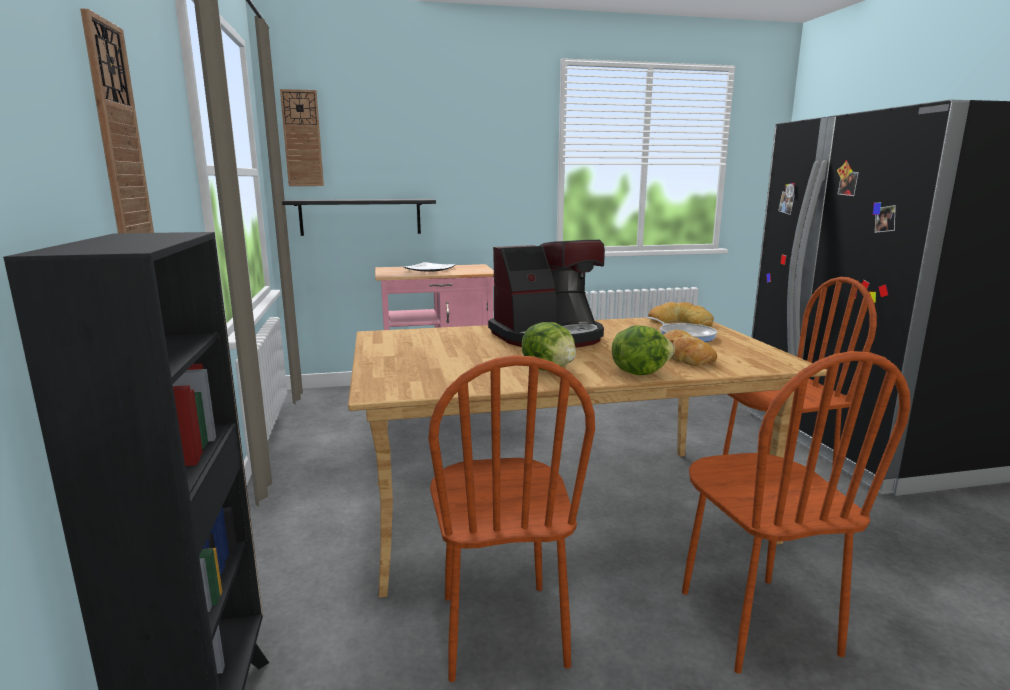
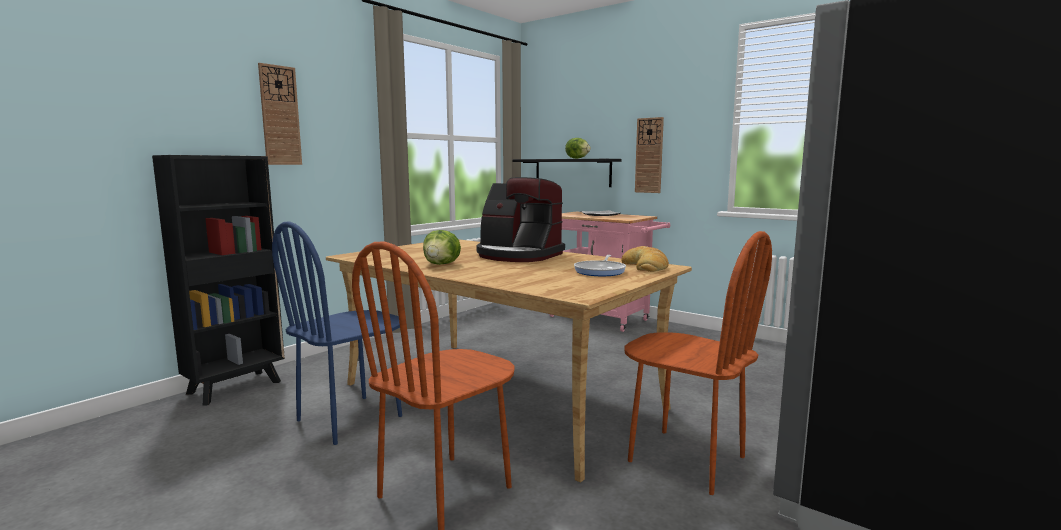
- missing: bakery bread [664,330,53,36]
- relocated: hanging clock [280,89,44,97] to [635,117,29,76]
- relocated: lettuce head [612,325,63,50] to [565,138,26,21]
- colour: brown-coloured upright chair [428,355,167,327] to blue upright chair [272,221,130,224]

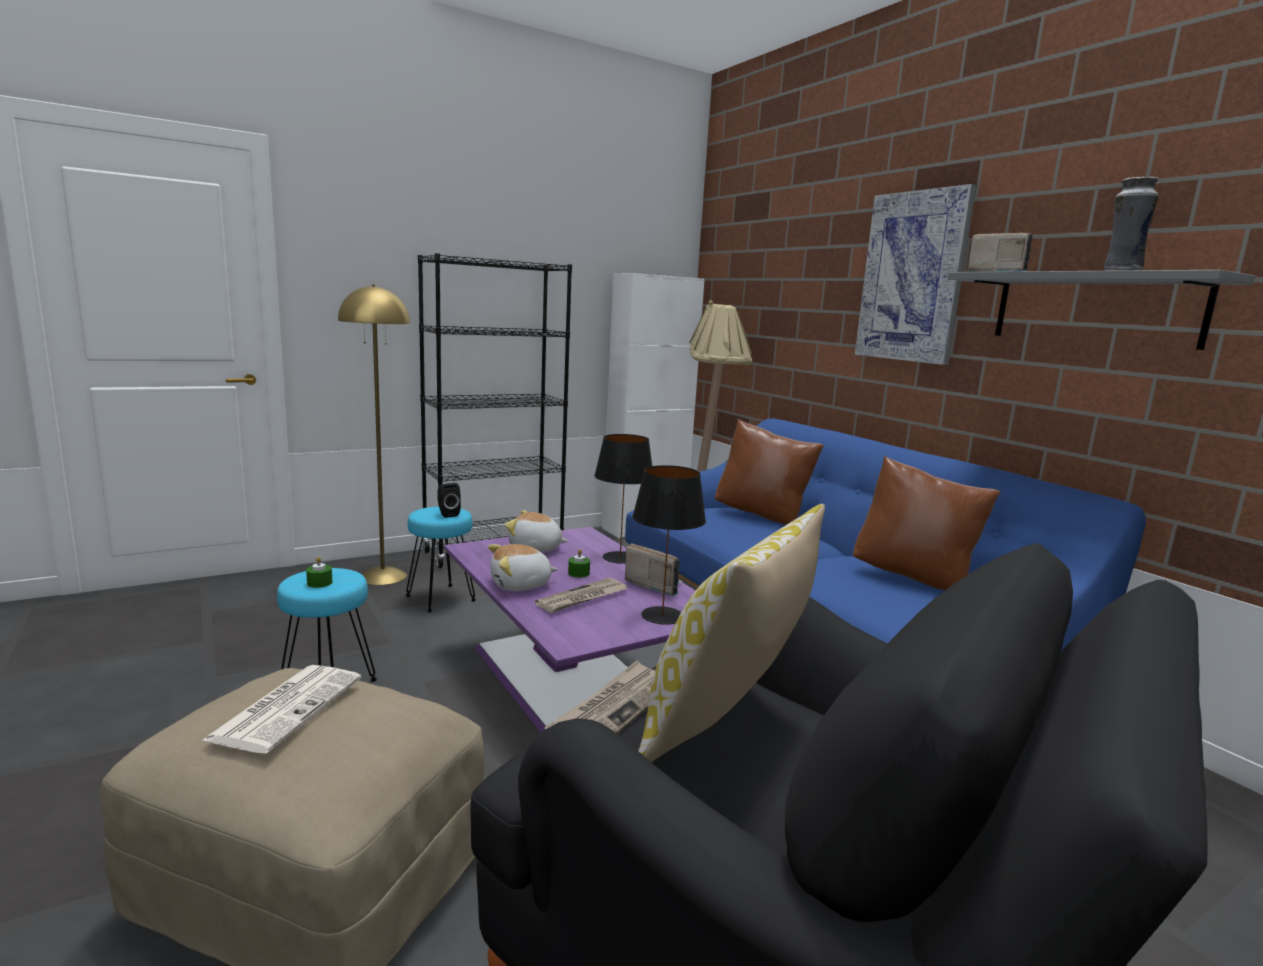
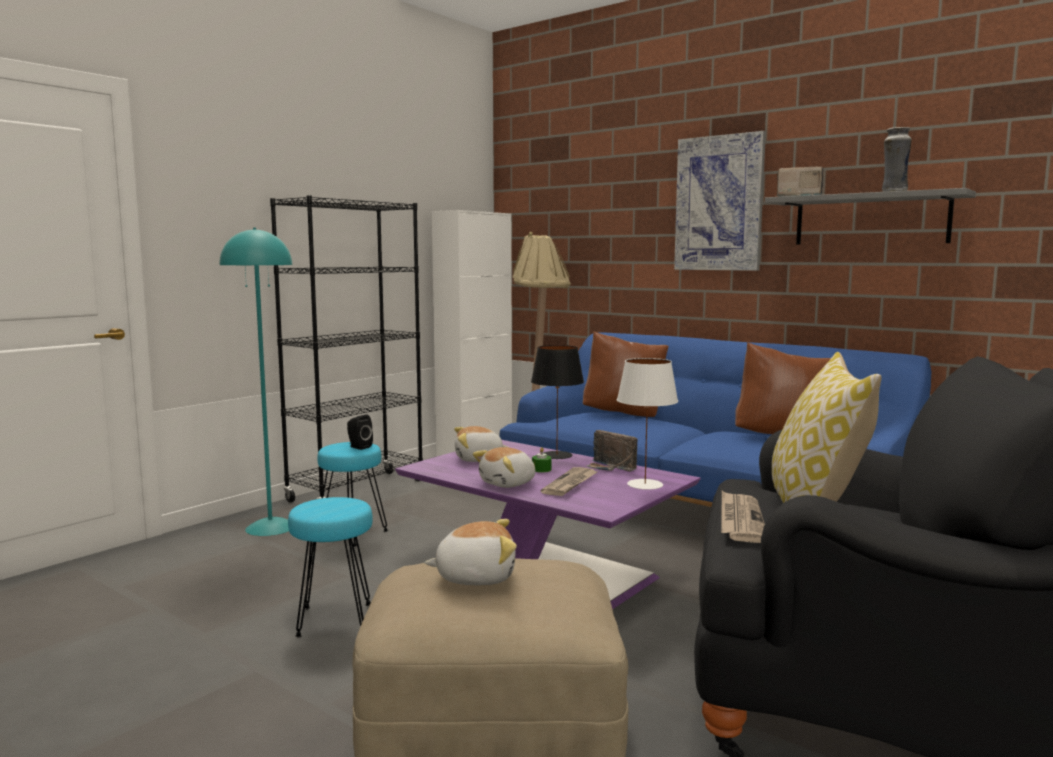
- missing: green-coloured wax candle [306,557,27,31]
- exchanged: daily paper [202,665,159,89] to cuddly toy [424,519,93,67]
- colour: yellowish standard lamp [338,285,72,300] to turquoise-coloured standard lamp [220,228,72,308]
- colour: black-coloured tabletop lamp [632,465,74,160] to white tabletop lamp [617,358,61,132]
- spun: radio receiver [625,543,57,53] = [586,430,52,42] 150 degrees counterclockwise

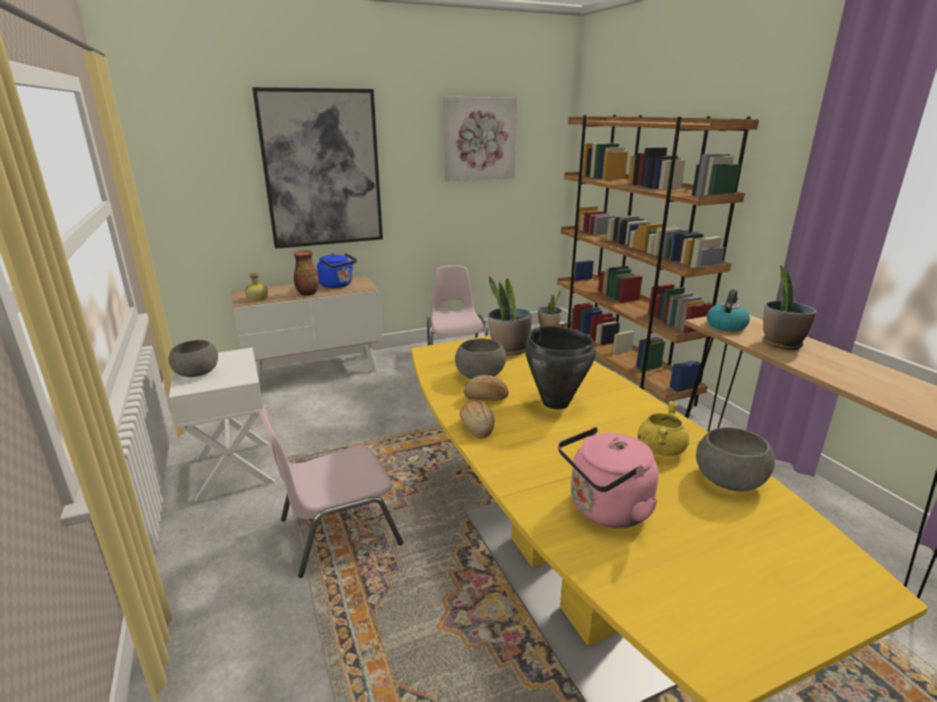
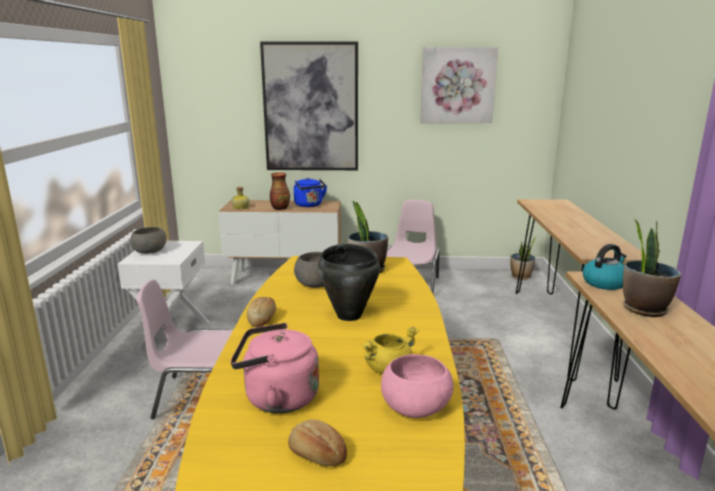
- relocated: bakery bread [464,375,45,26] to [288,419,59,47]
- exchanged: brown-coloured bookshelf [555,115,204,291] to brown-coloured hall table [516,199,130,183]
- colour: grey bowl [696,427,79,64] to pink bowl [381,354,73,64]

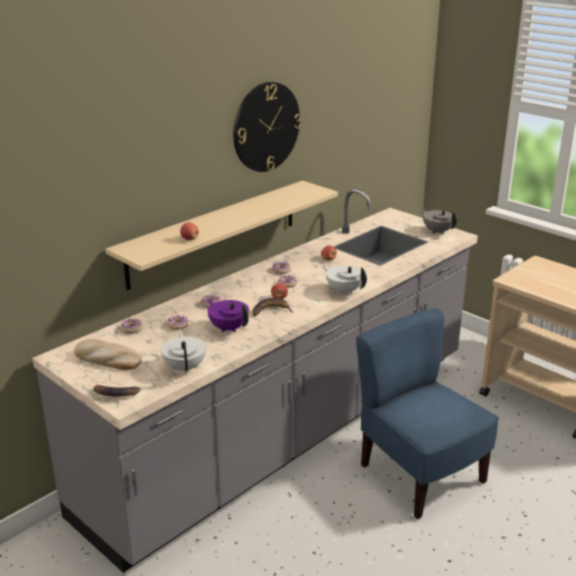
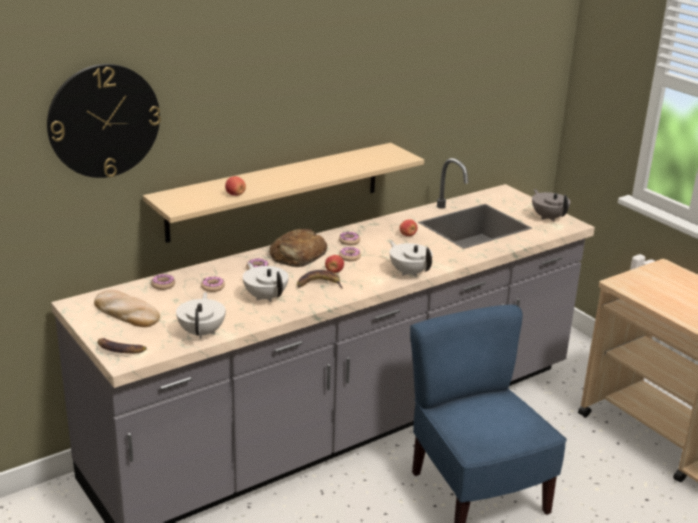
- appeared: bakery bread [269,229,58,38]
- relocated: hanging clock [233,82,69,90] to [47,64,114,114]
- colour: purple pot for tea [207,299,42,33] to white pot for tea [243,262,46,40]

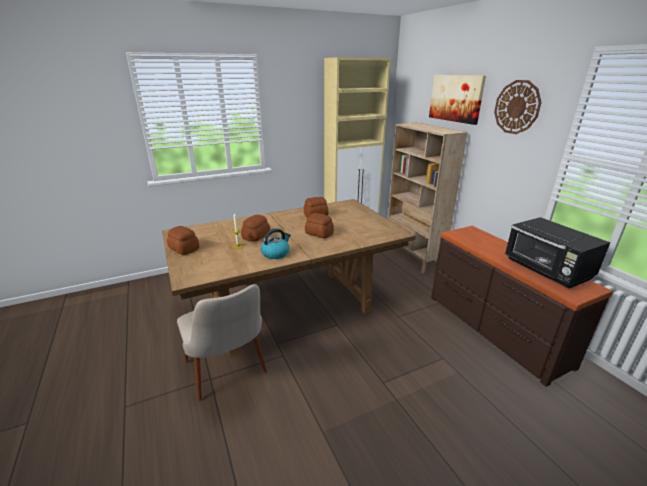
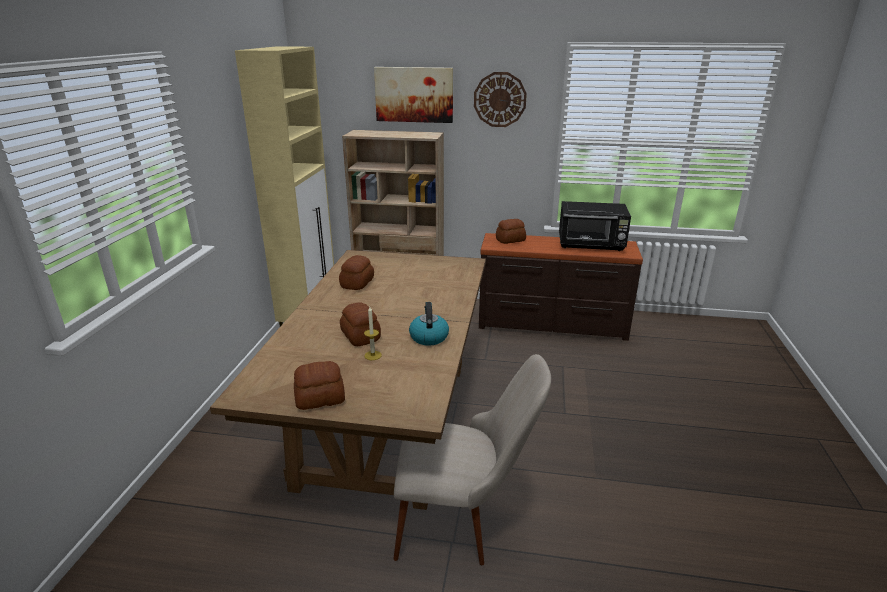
- relocated: bakery bread [305,213,29,25] to [496,219,30,25]

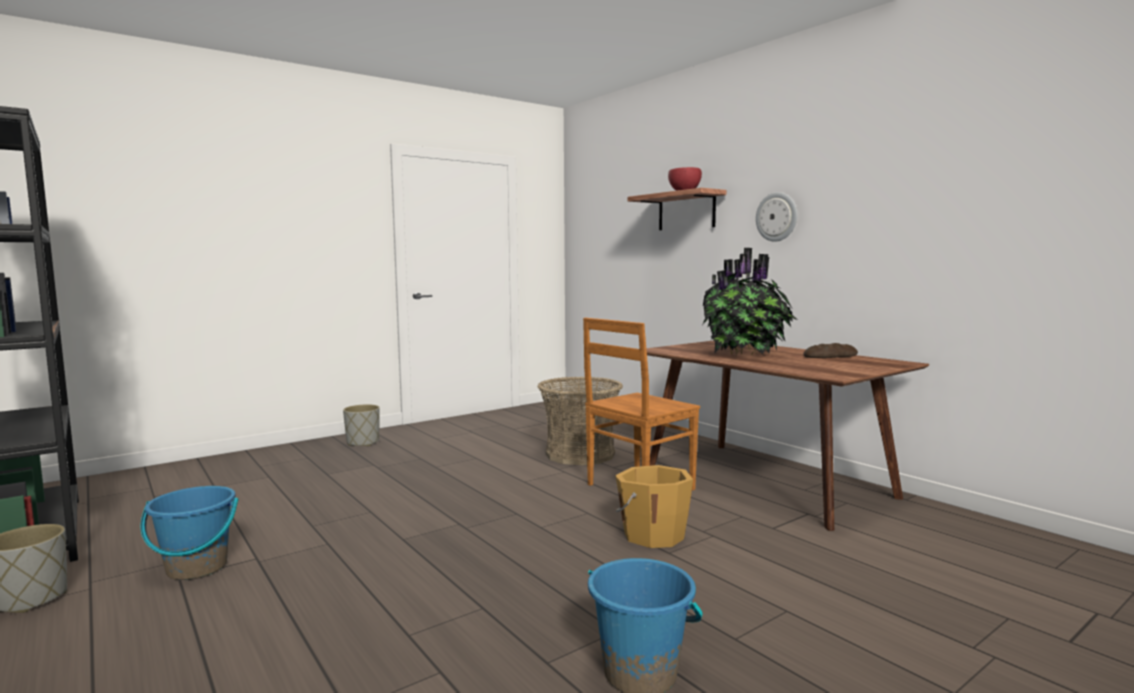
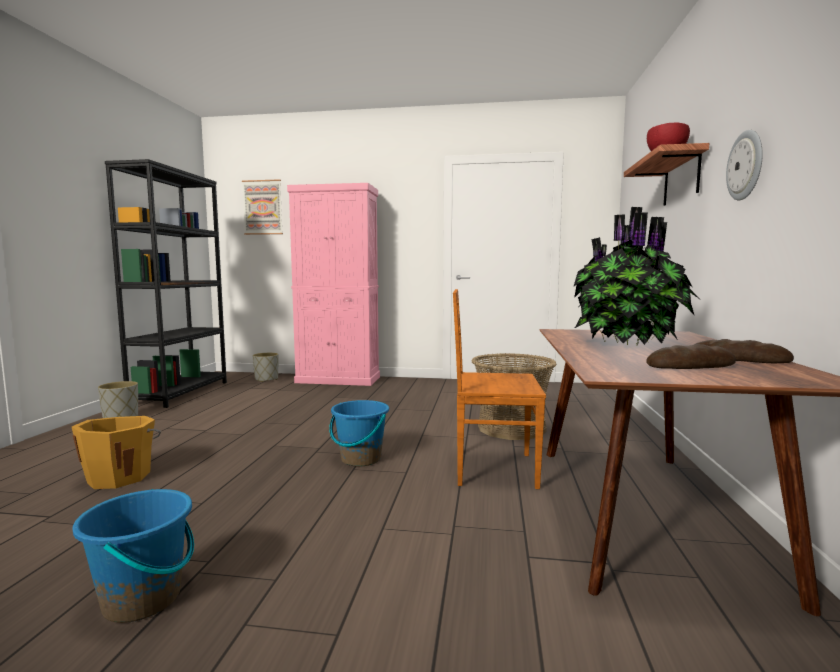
- appeared: wall art [242,179,41,56]
- appeared: pink cupboard [287,183,93,203]
- appeared: bakery bread [646,344,90,25]
- relocated: blue bucket [140,486,98,94] to [329,400,60,67]
- relocated: grey plant pot [343,404,37,42] to [253,353,26,29]
- relocated: orangey bucket [615,465,78,83] to [72,416,89,73]

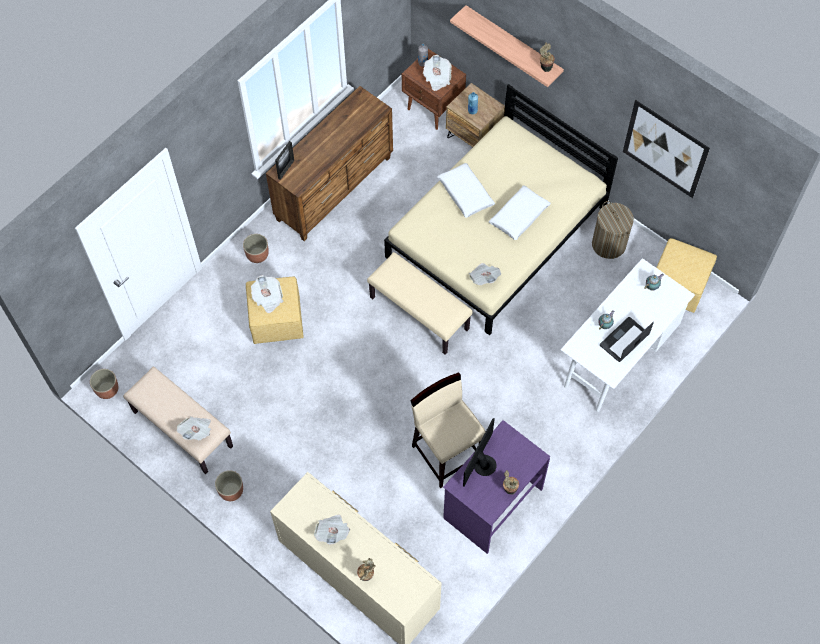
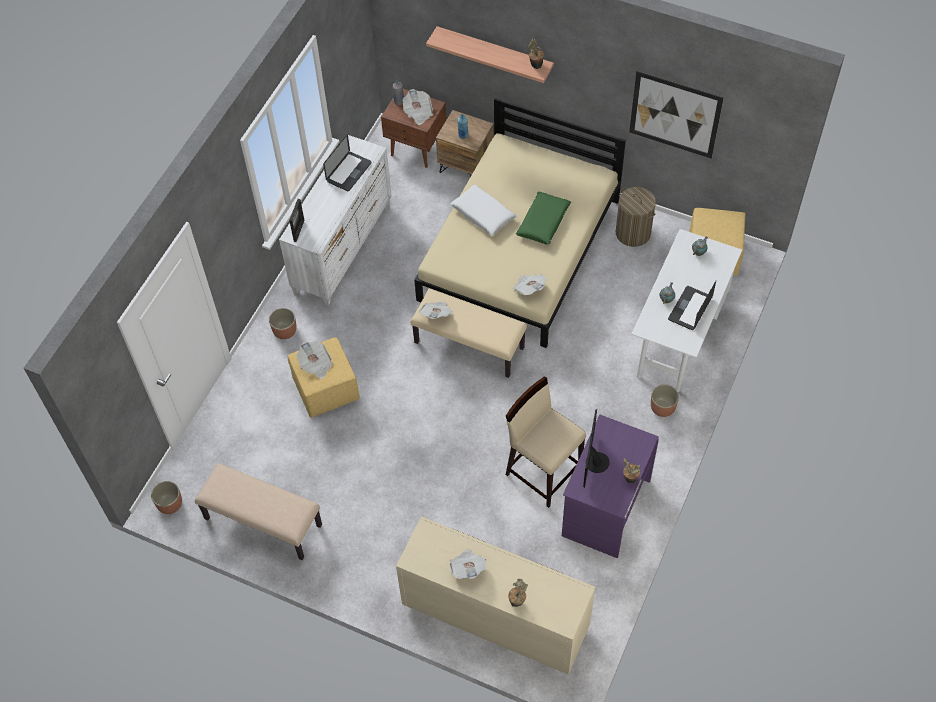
- appeared: portable computer [323,134,49,58]
- relocated: daily paper [177,416,34,24] to [419,301,33,18]
- relocated: plant pot [215,470,28,31] to [651,384,28,33]
- colour: brown-coloured drawer chest [266,86,127,155] to white drawer chest [279,135,113,171]
- colour: white pillow [489,185,62,55] to green-coloured pillow [516,192,55,53]

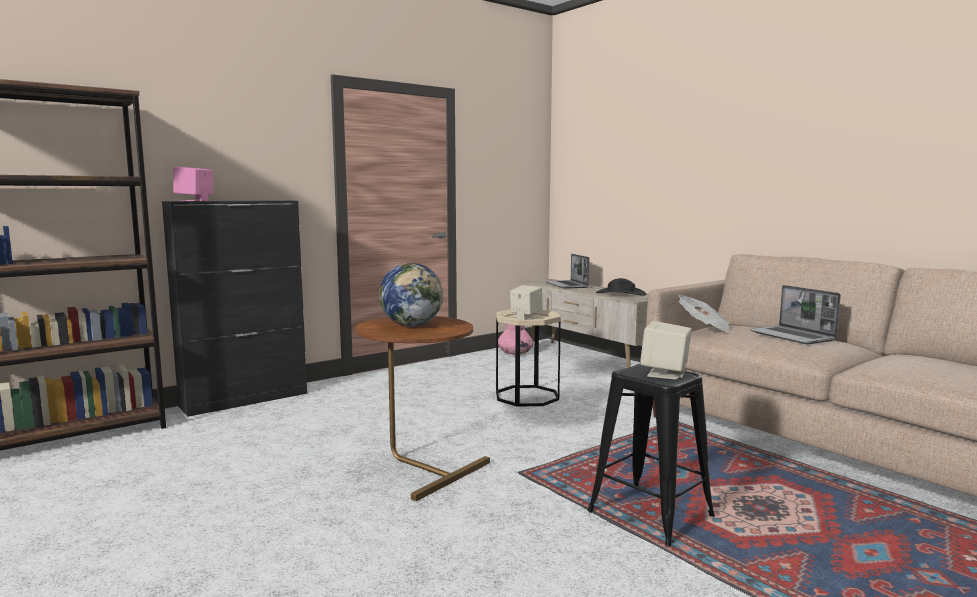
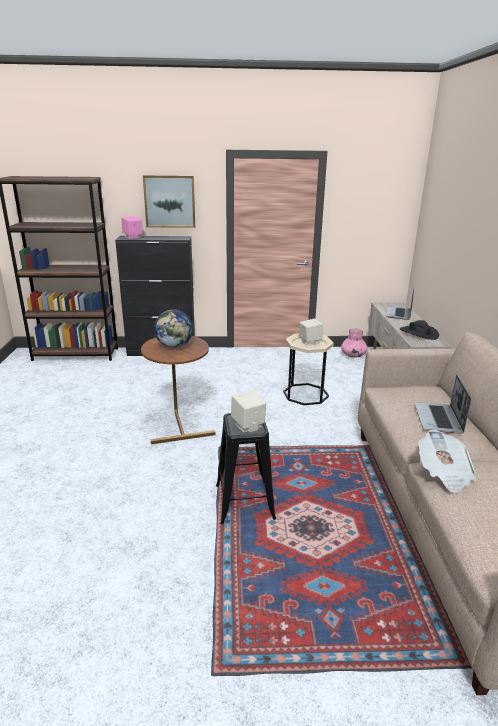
- appeared: wall art [143,175,52,53]
- relocated: daily paper [678,295,52,37] to [418,430,58,63]

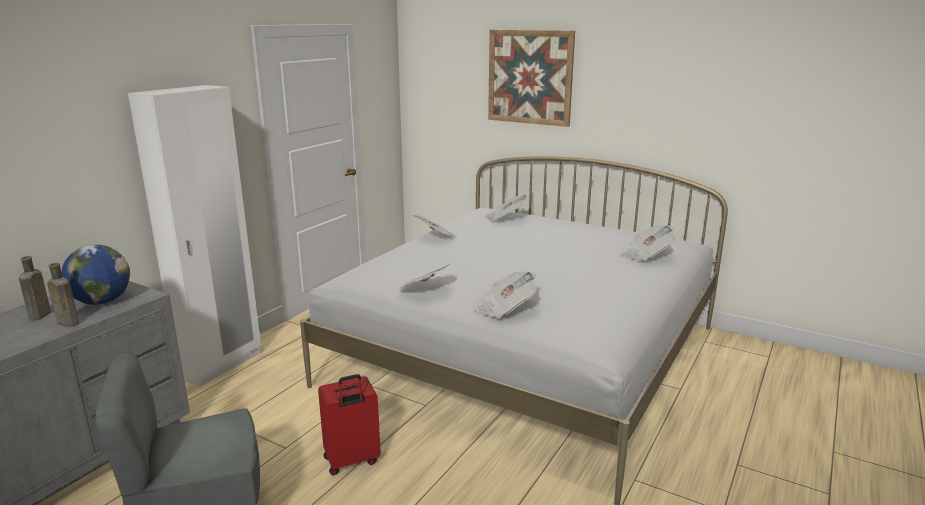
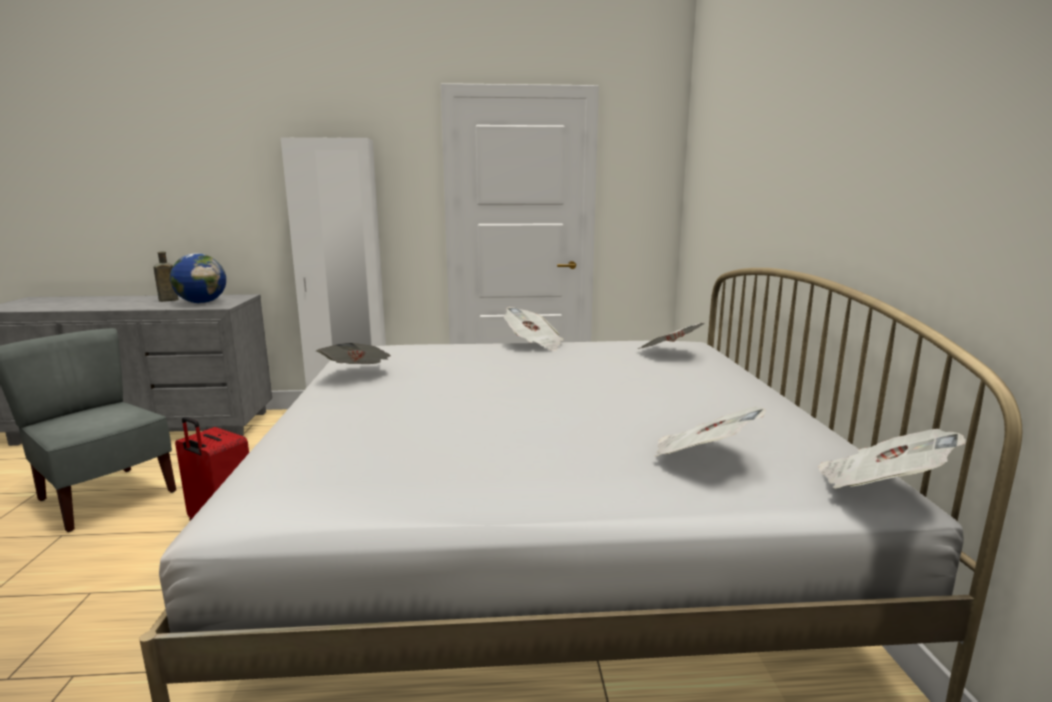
- missing: brown-coloured drink bottle [47,263,32,64]
- missing: wall art [488,30,87,97]
- relocated: daily paper [475,271,62,48] to [818,429,148,60]

